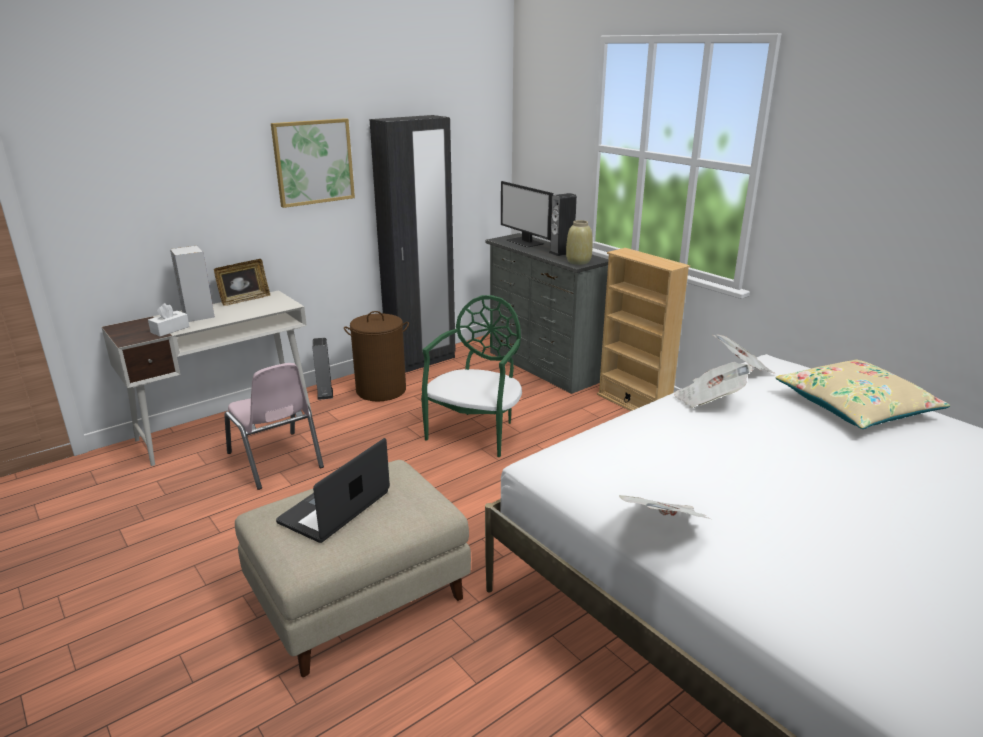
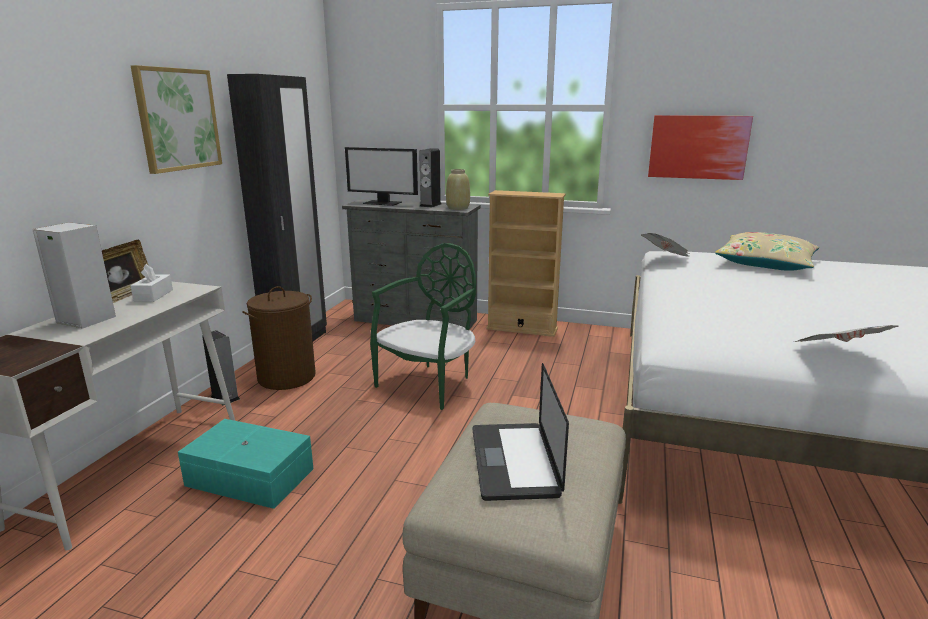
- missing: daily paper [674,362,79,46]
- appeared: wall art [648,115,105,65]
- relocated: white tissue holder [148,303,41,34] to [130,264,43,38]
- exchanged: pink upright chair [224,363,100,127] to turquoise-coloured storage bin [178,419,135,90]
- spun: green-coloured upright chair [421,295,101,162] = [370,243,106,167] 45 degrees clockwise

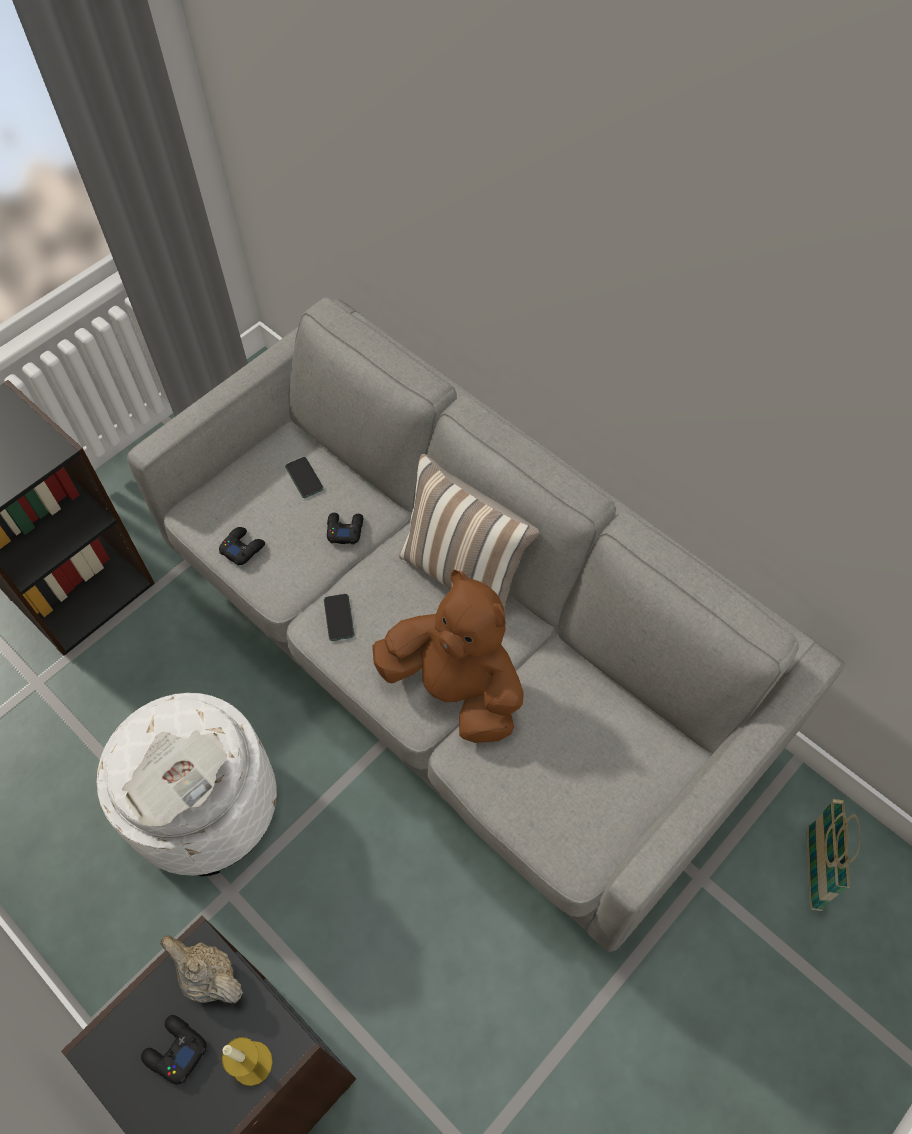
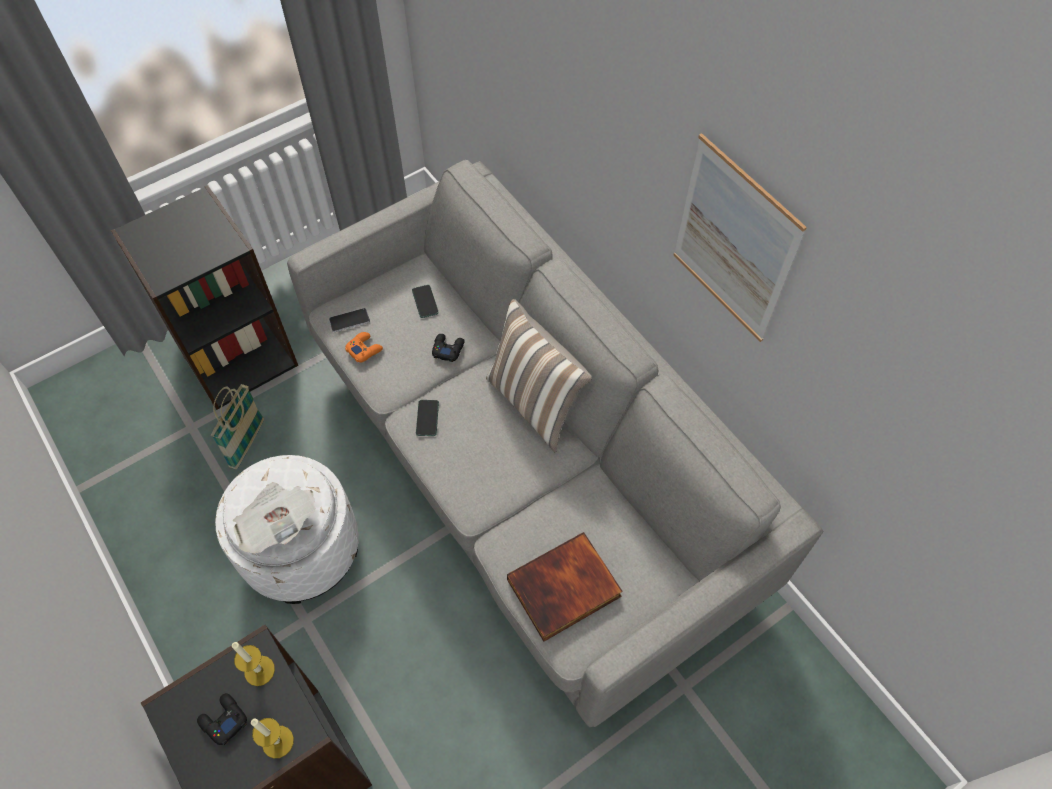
- missing: brown-coloured cuddly toy [372,569,152,174]
- appeared: phone [329,308,41,24]
- appeared: volume [507,532,116,110]
- appeared: wall art [674,133,133,209]
- relocated: storage basket [807,799,53,112] to [211,384,53,85]
- exchanged: beige-coloured pot for tea [160,935,83,68] to wax candle [232,642,43,44]
- colour: black-coloured game controller [219,527,46,38] to orangey game controller [345,332,38,31]

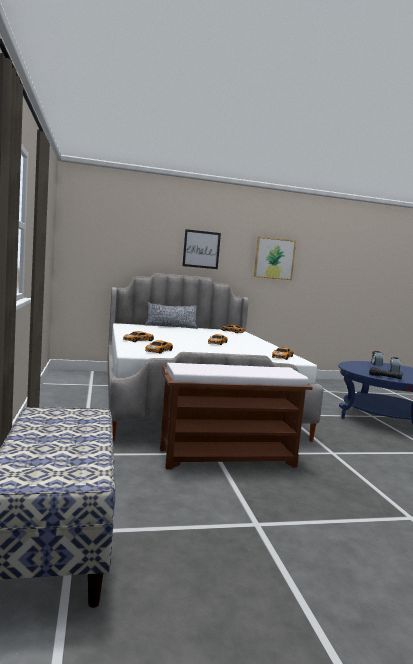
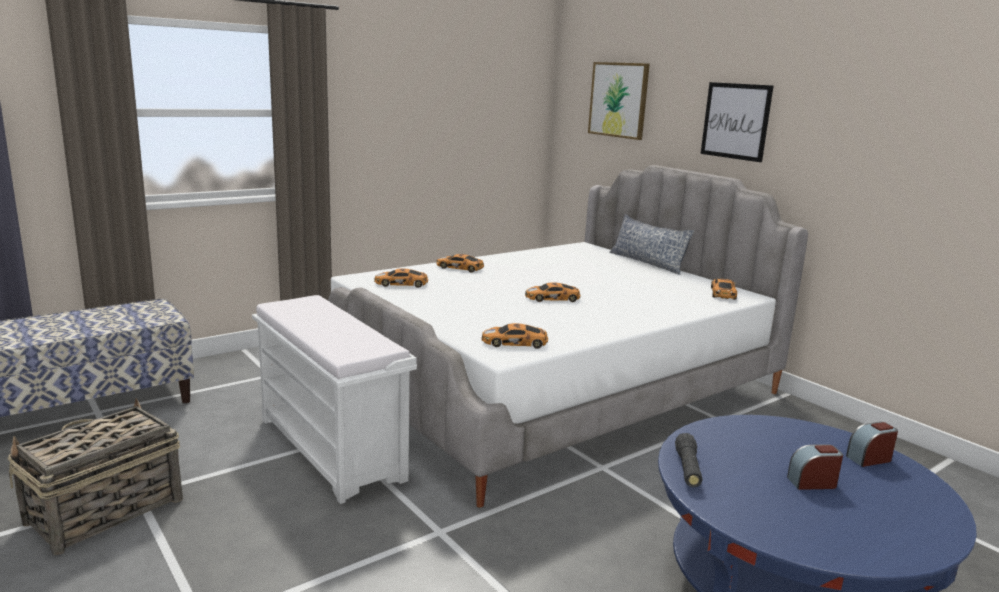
- appeared: storage basket [7,398,176,157]
- relocated: wall art [254,236,42,44] to [588,62,62,78]
- colour: brown-coloured bench [160,363,153,106] to white bench [252,295,165,209]

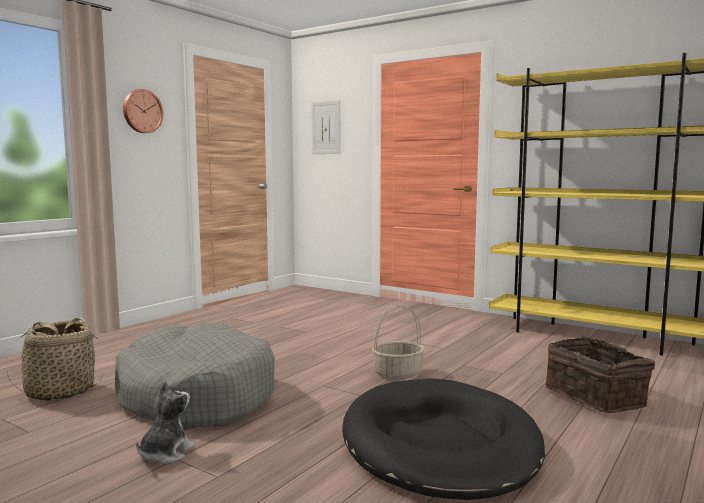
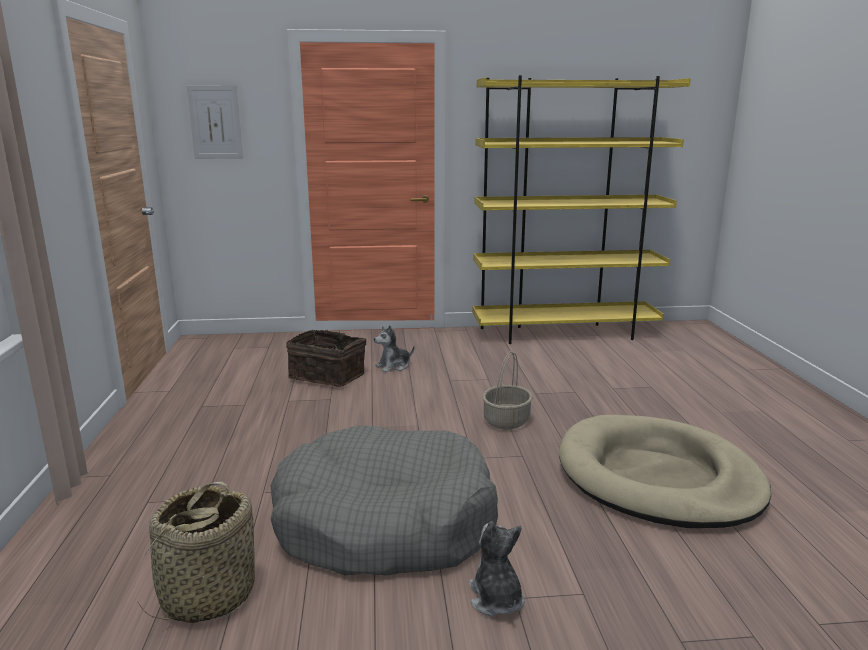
- missing: hanging clock [123,89,40,44]
- appeared: cuddly toy [374,325,40,47]
- relocated: storage basket [545,336,110,77] to [286,330,80,57]
- colour: black-coloured dog bed [342,378,203,122] to beige-coloured dog bed [559,415,212,113]

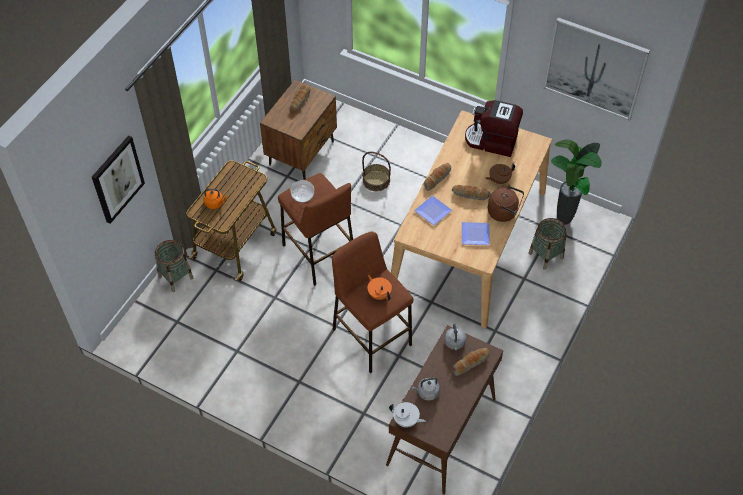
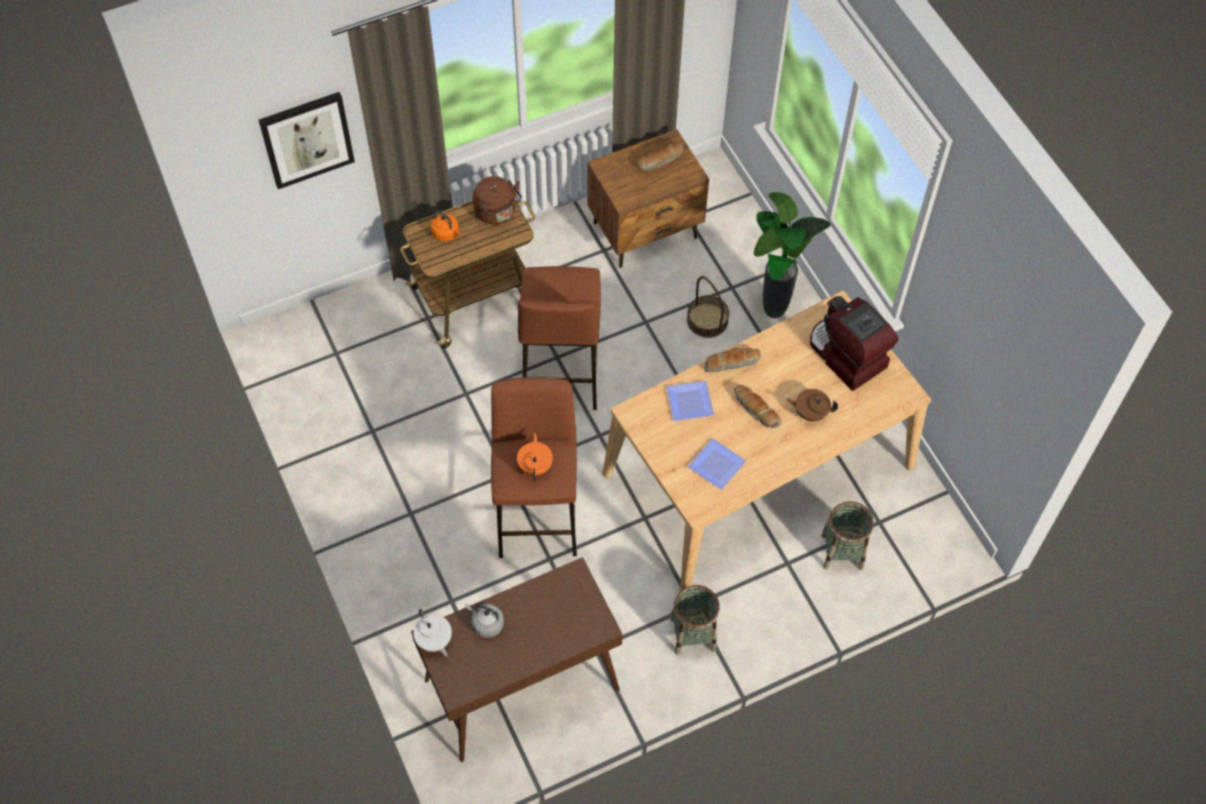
- missing: bowl [290,180,24,22]
- missing: grey tea kettle [444,324,22,27]
- missing: bakery bread [453,348,36,28]
- missing: wall art [544,17,106,104]
- relocated: storage basket [155,240,38,52] to [670,585,50,70]
- relocated: brown-coloured tea kettle [488,185,36,37] to [473,176,49,49]
- relocated: houseplant [551,140,51,85] to [753,192,77,126]

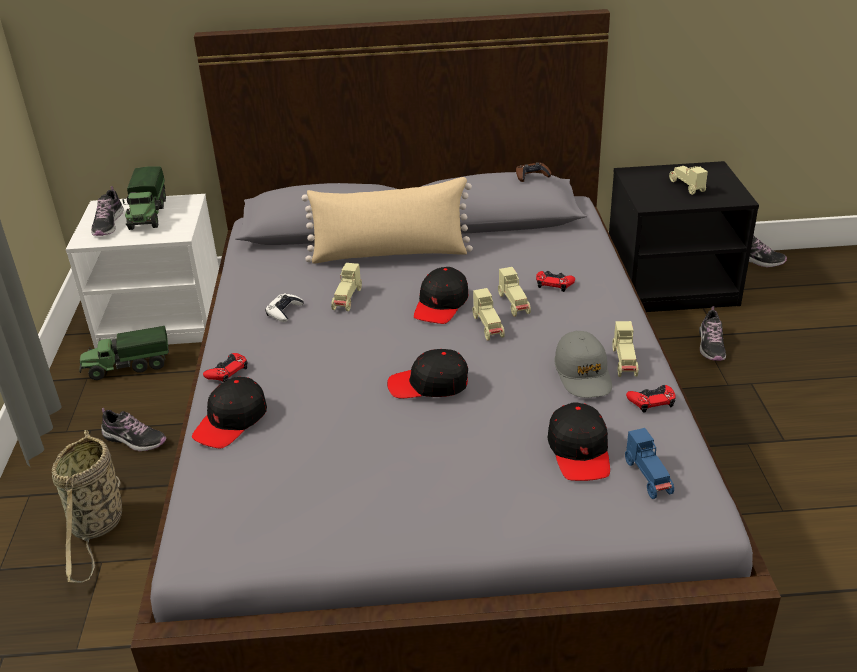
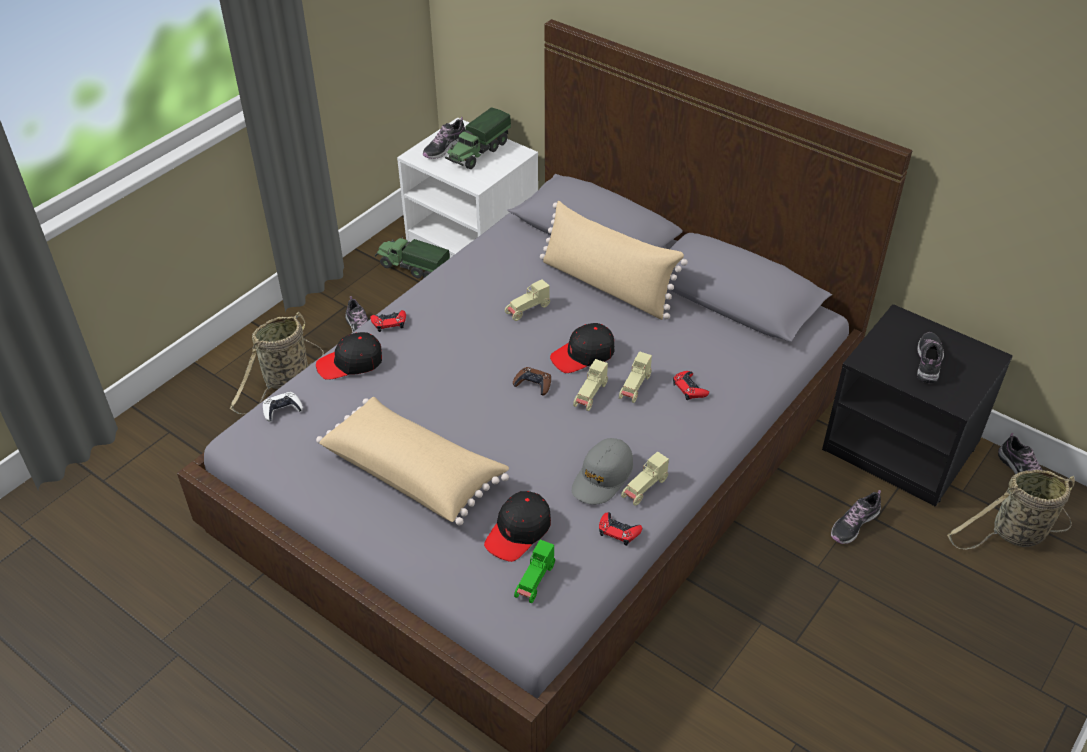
- missing: black-coloured peaked cap [387,349,81,49]
- appeared: beige-coloured pillow [316,397,193,128]
- appeared: storage basket [947,470,128,79]
- relocated: white game controller [265,293,39,29] to [263,392,40,30]
- relocated: brown-coloured game controller [516,162,35,20] to [513,367,38,29]
- exchanged: beige-coloured miniature car [669,166,39,29] to shoe [917,332,27,51]
- colour: blue miniature car [625,428,49,71] to green-coloured miniature car [514,540,41,63]

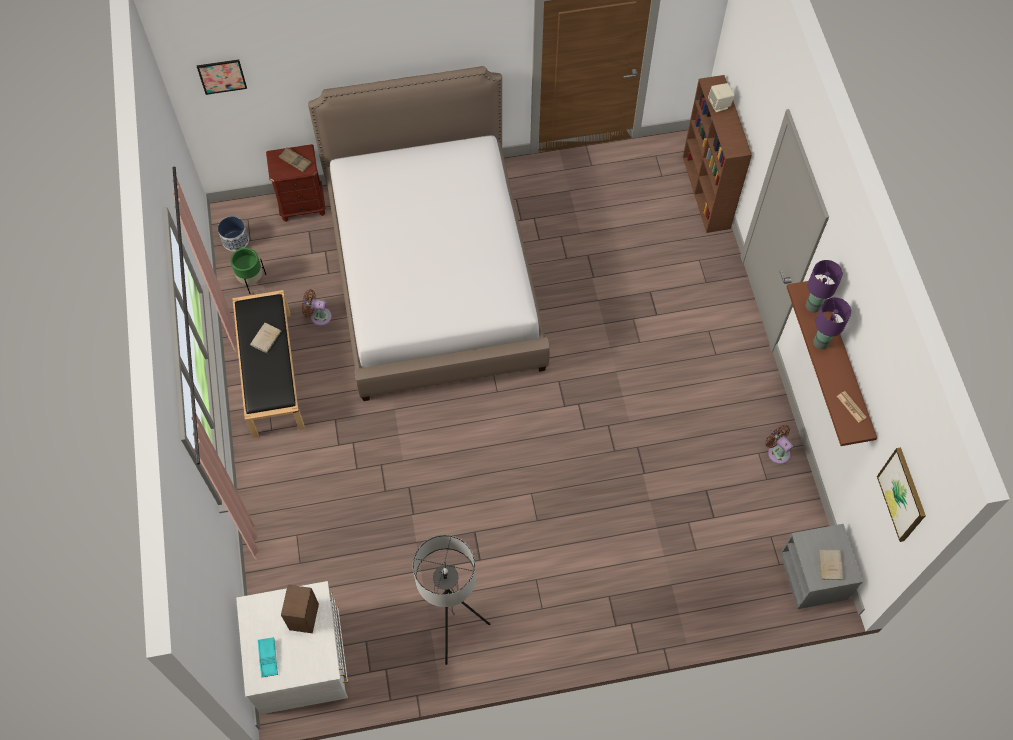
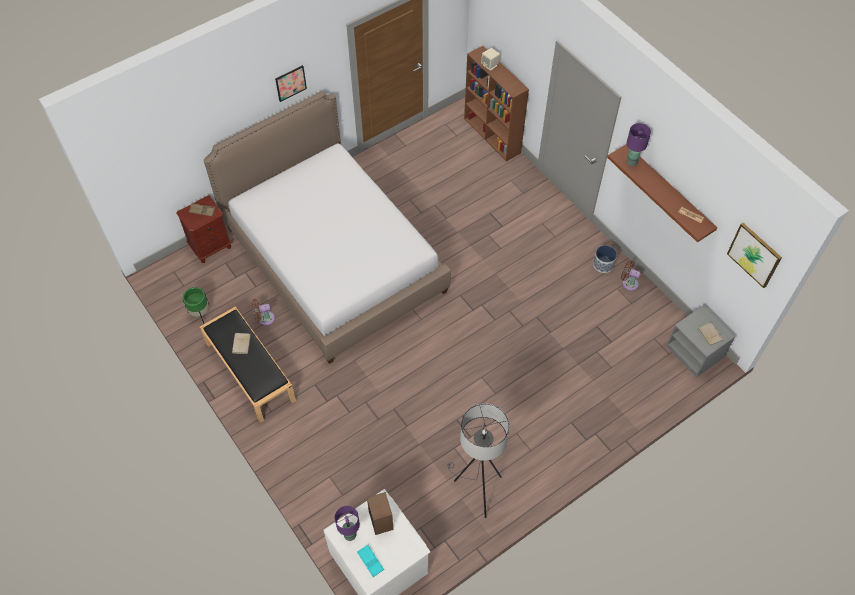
- relocated: wall art [197,59,50,36] to [275,65,32,37]
- relocated: plant pot [218,216,31,35] to [593,245,24,28]
- relocated: purple tabletop lamp [813,297,38,52] to [335,506,25,35]

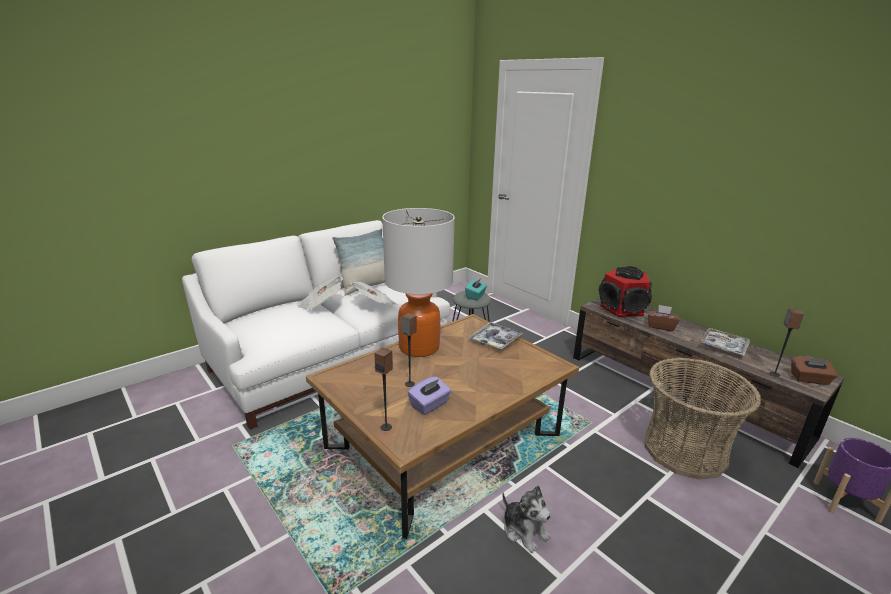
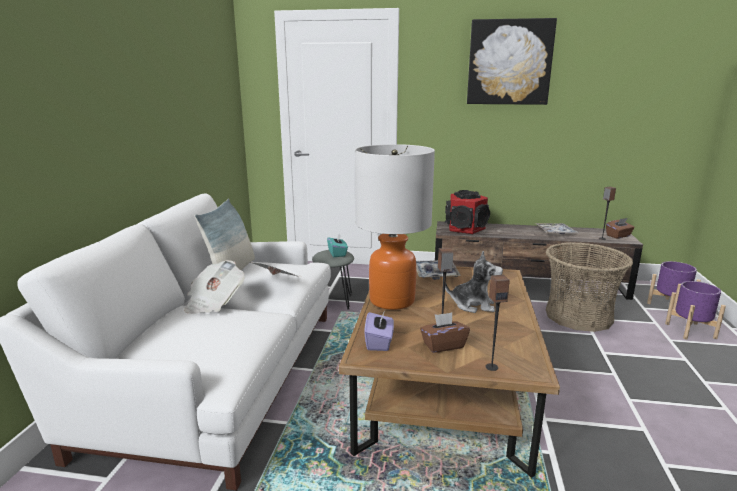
- appeared: wall art [467,18,90,87]
- appeared: purple plant pot [665,281,61,58]
- relocated: purple tissue holder [408,376,43,39] to [364,312,30,39]
- relocated: cuddly toy [503,485,48,68] to [445,251,58,62]
- relocated: brown-coloured tissue holder [648,305,31,26] to [420,313,50,40]

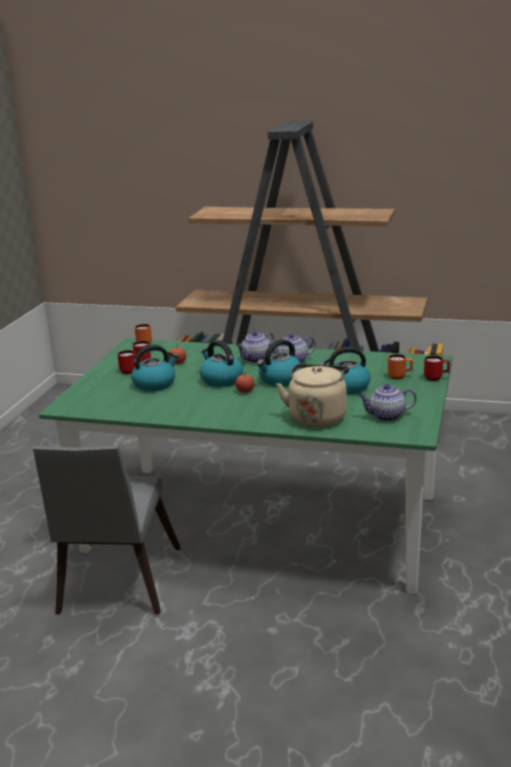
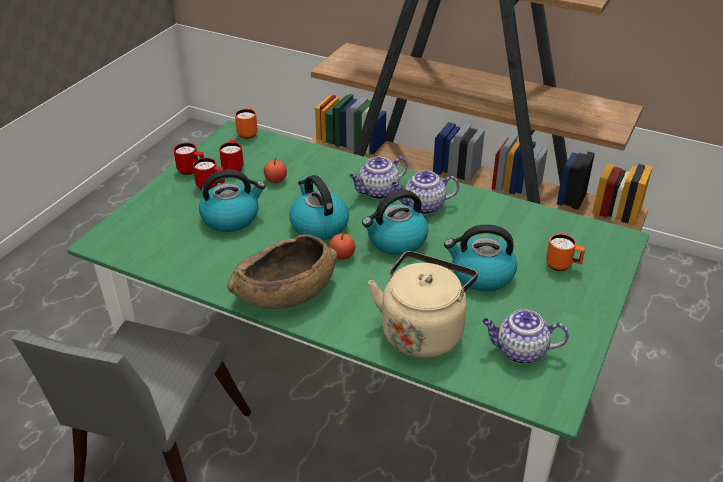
- appeared: brown-coloured bowl [227,234,111,75]
- relocated: red mug [424,355,26,26] to [174,143,30,32]

